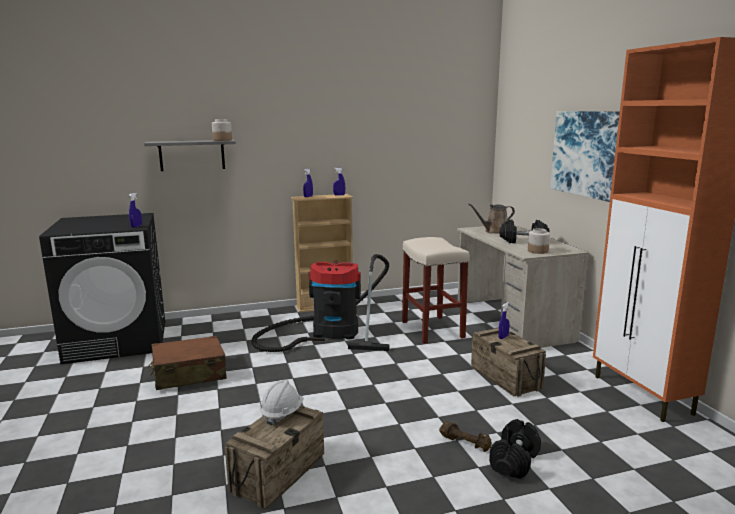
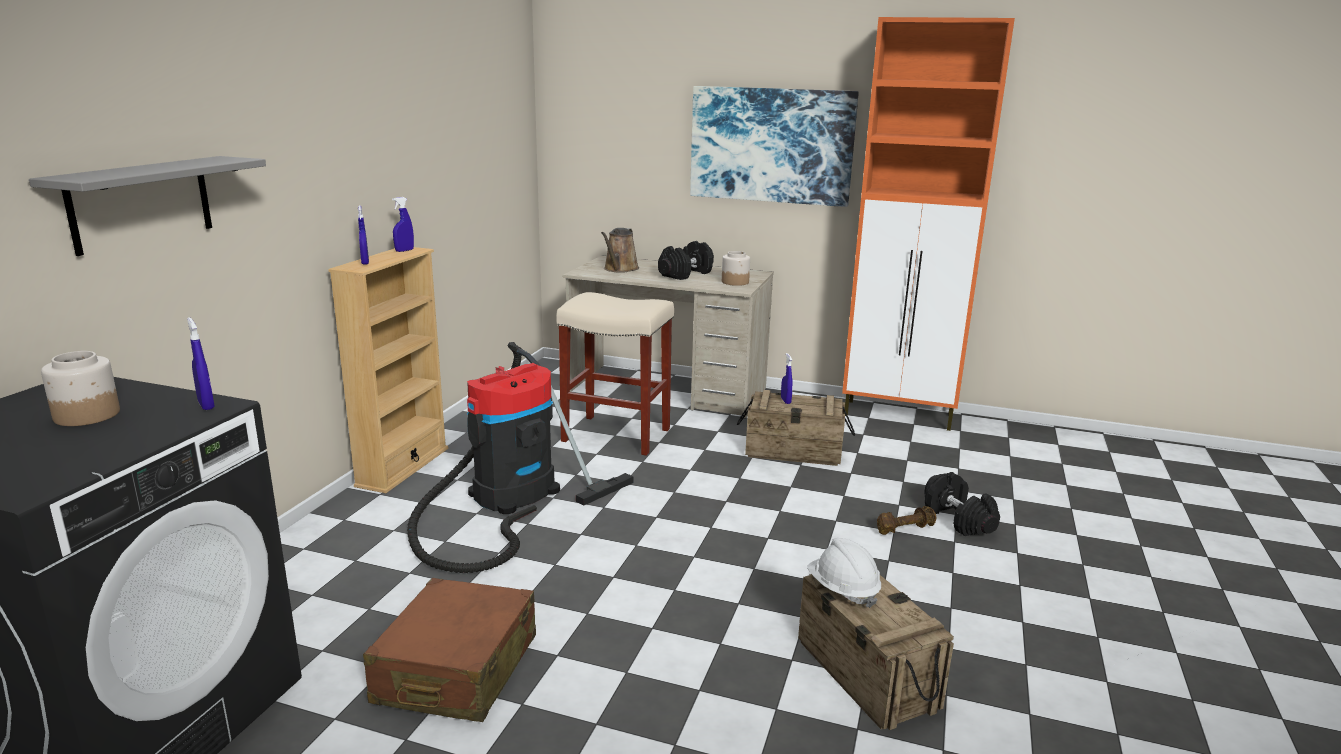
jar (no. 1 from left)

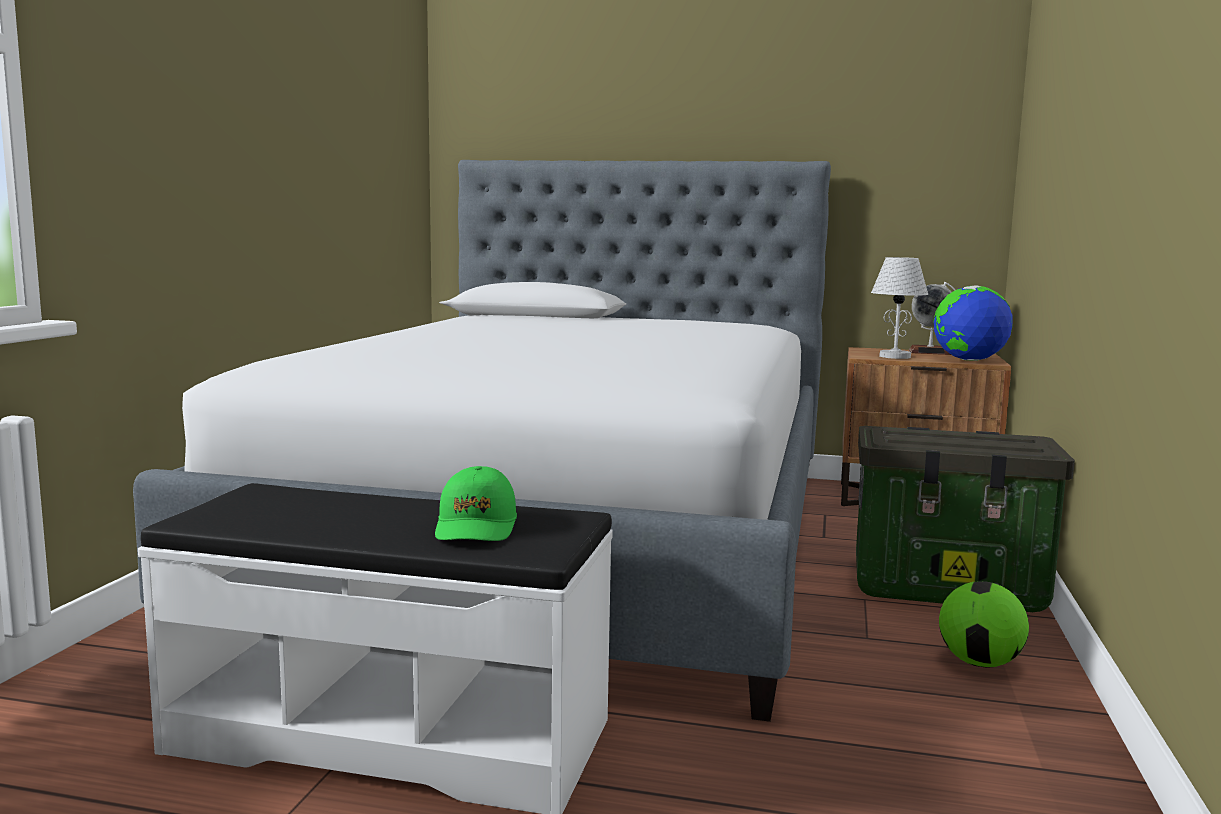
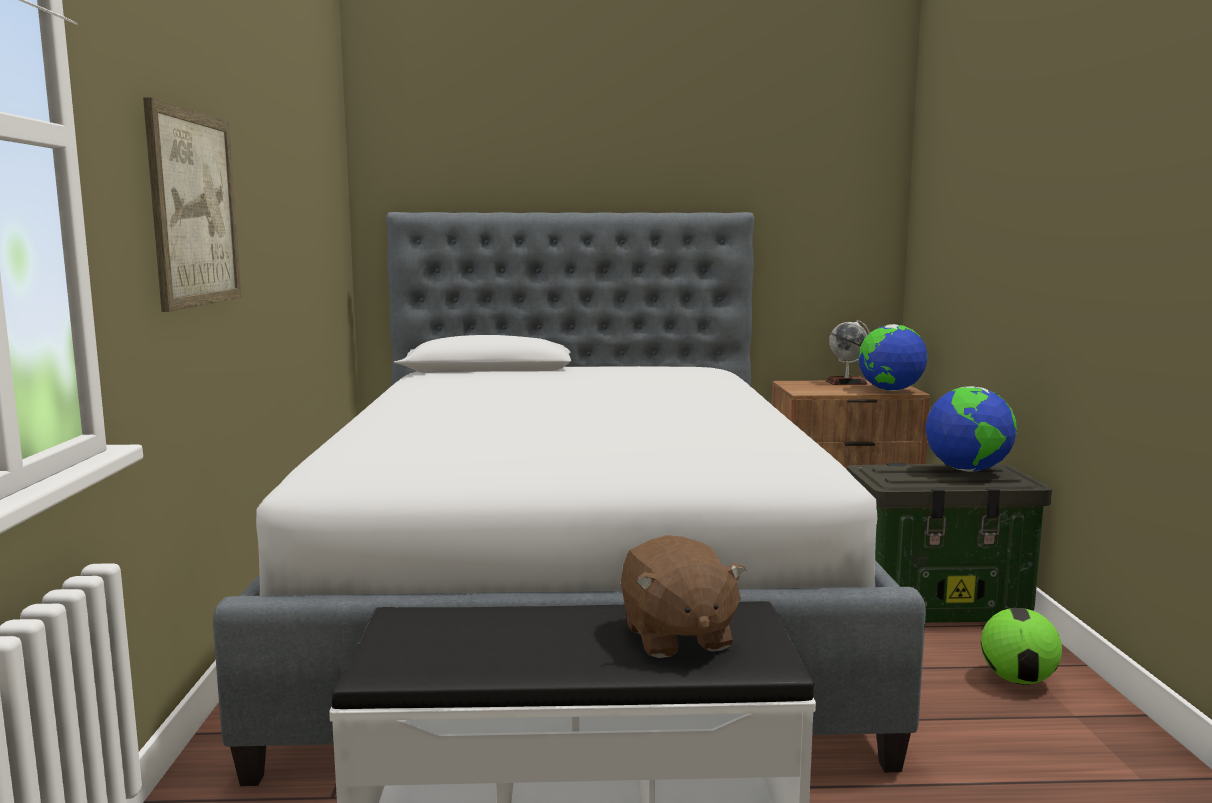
whitish lamp for a table
picture
globe (no. 3 from left)
brownish plush toy

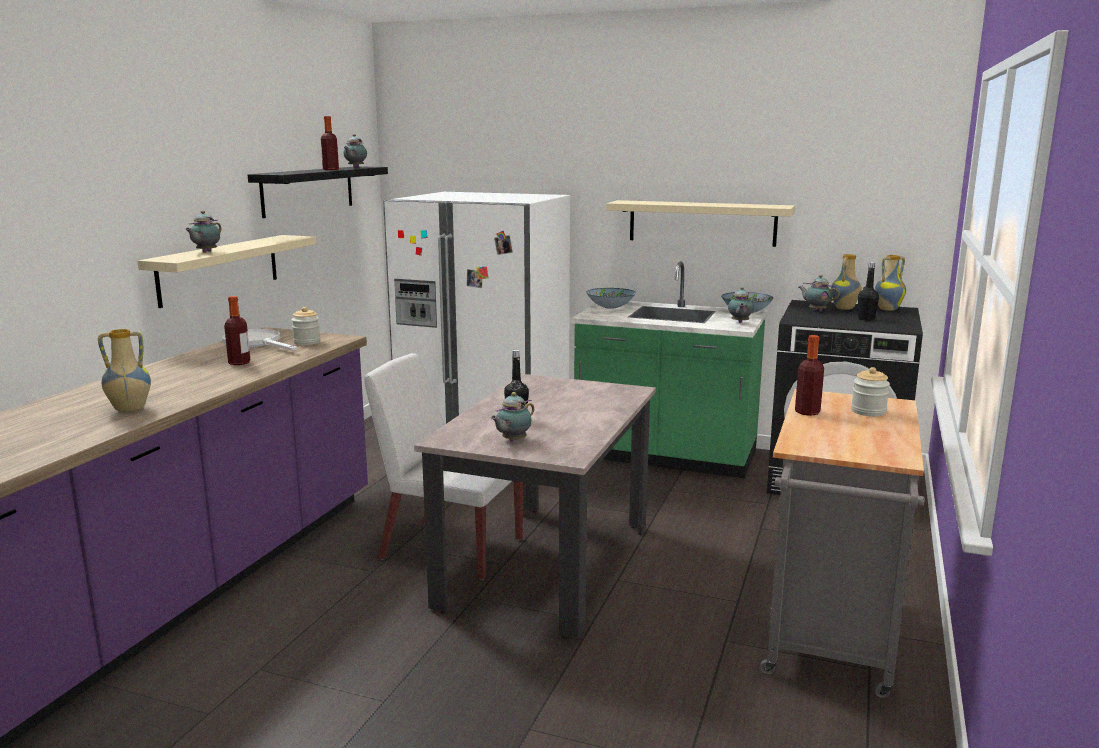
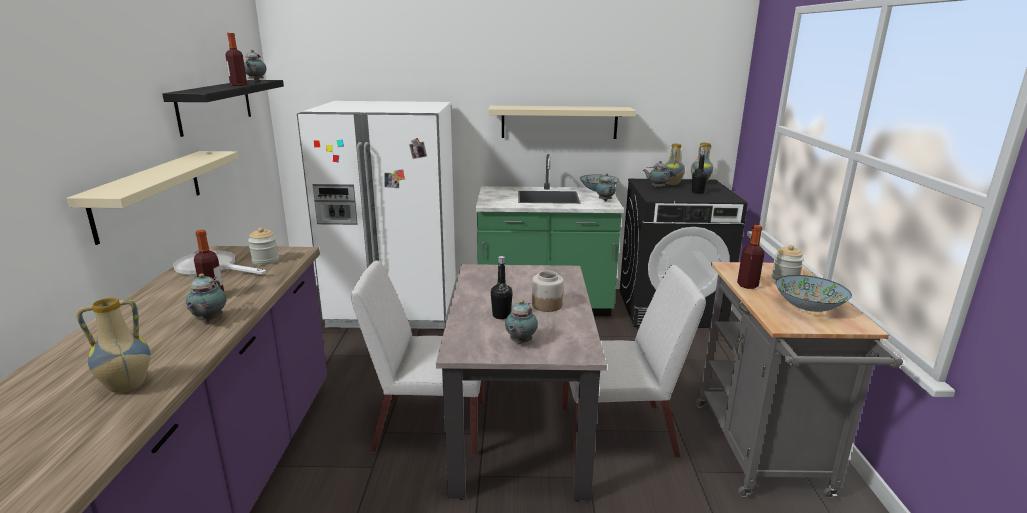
jar (no. 2 from left)
whitish chair (no. 2 from left)
pot for tea (no. 1 from left)
bowl (no. 2 from left)

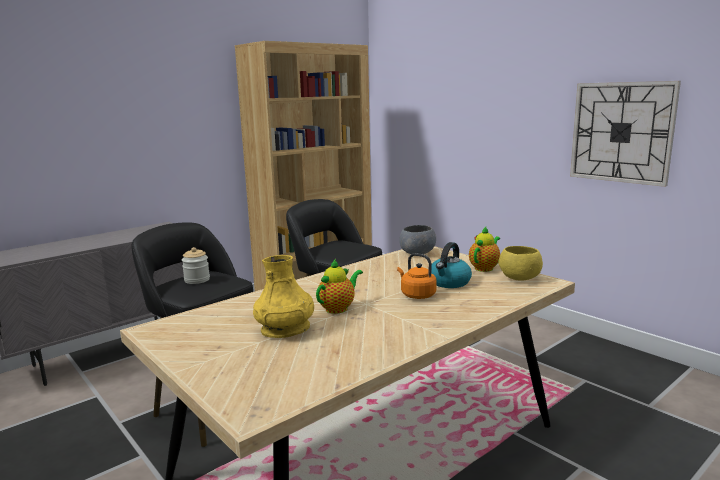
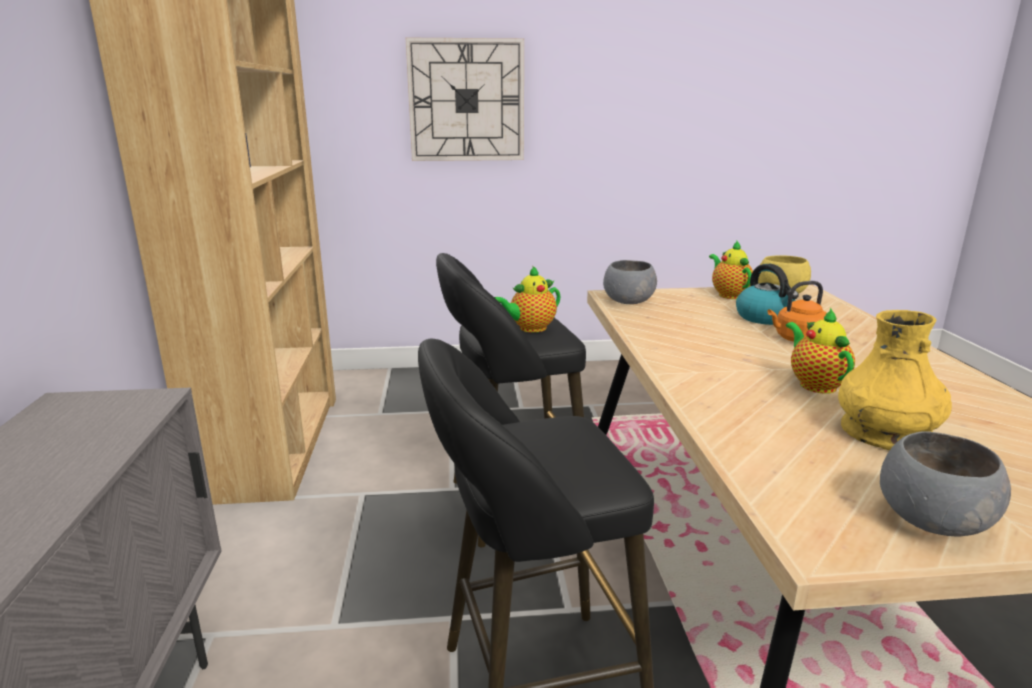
jar
pot for tea (no. 1 from left)
grey bowl (no. 2 from left)
wall clock

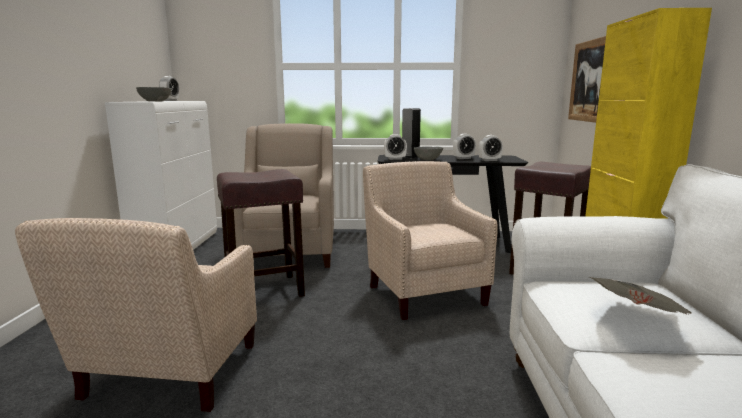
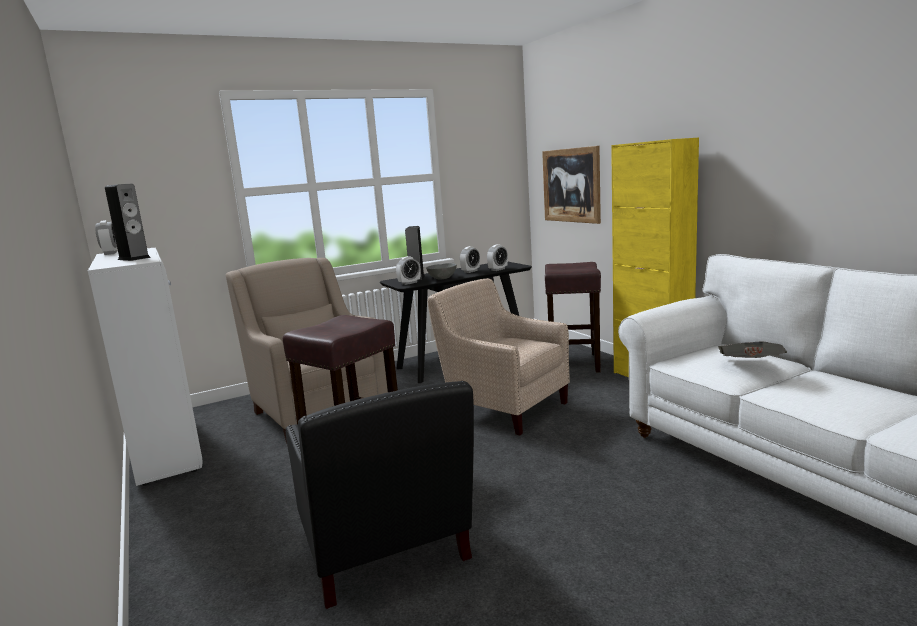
loudspeaker (no. 1 from left)
black-coloured easy chair

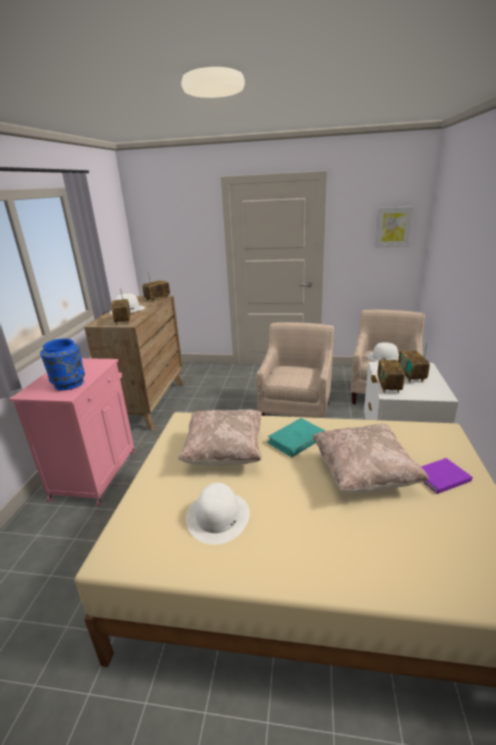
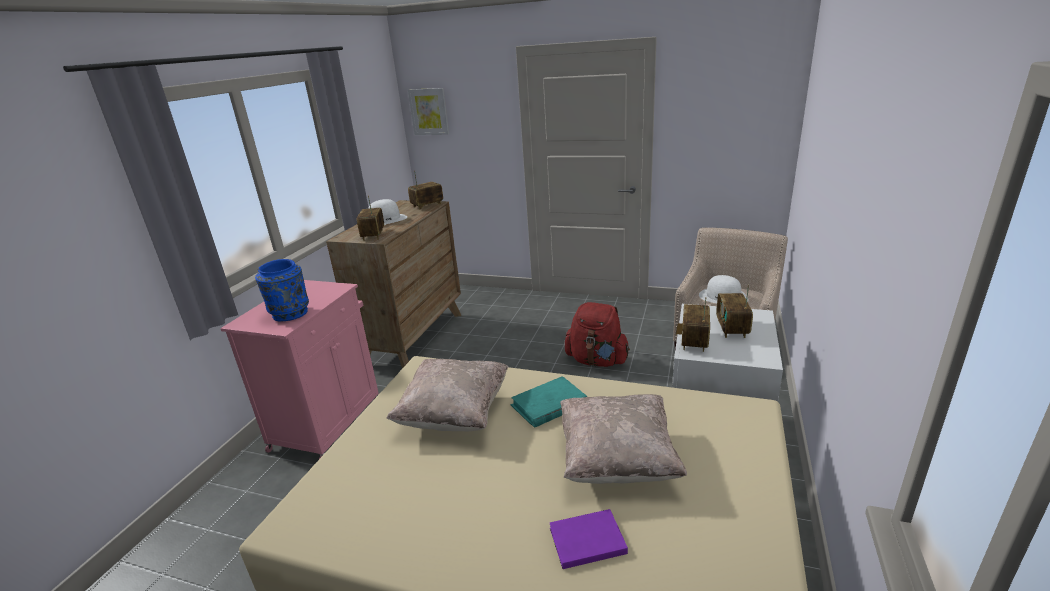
whitish hat (no. 2 from left in the first image)
picture
purple volume
reddish rucksack

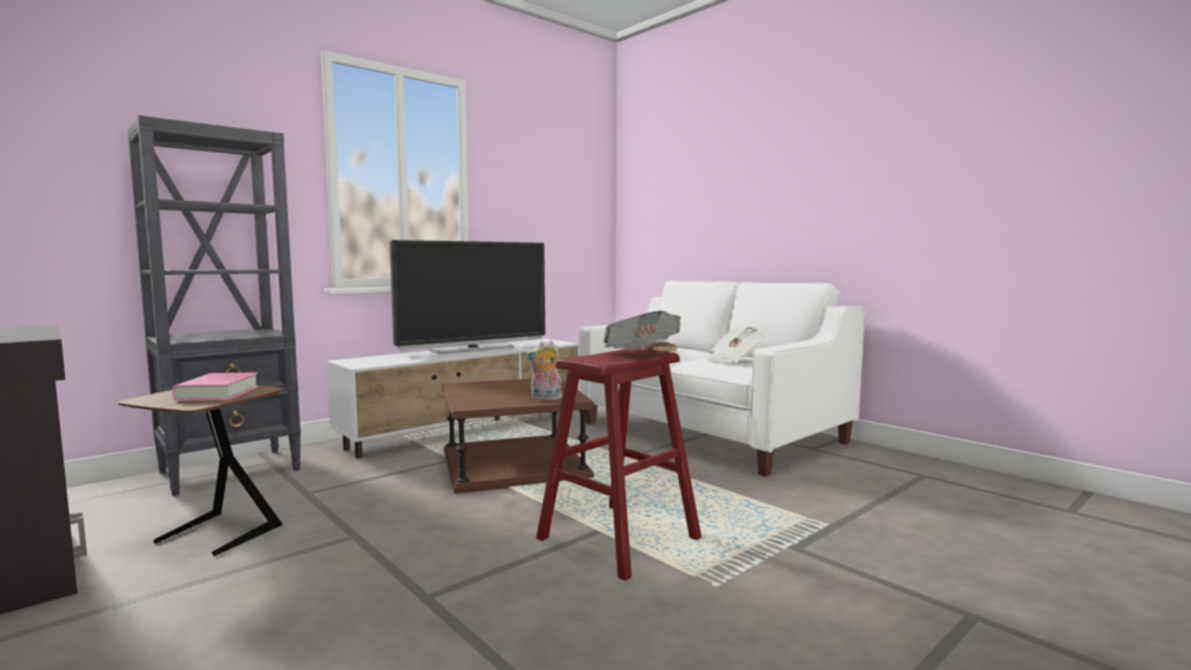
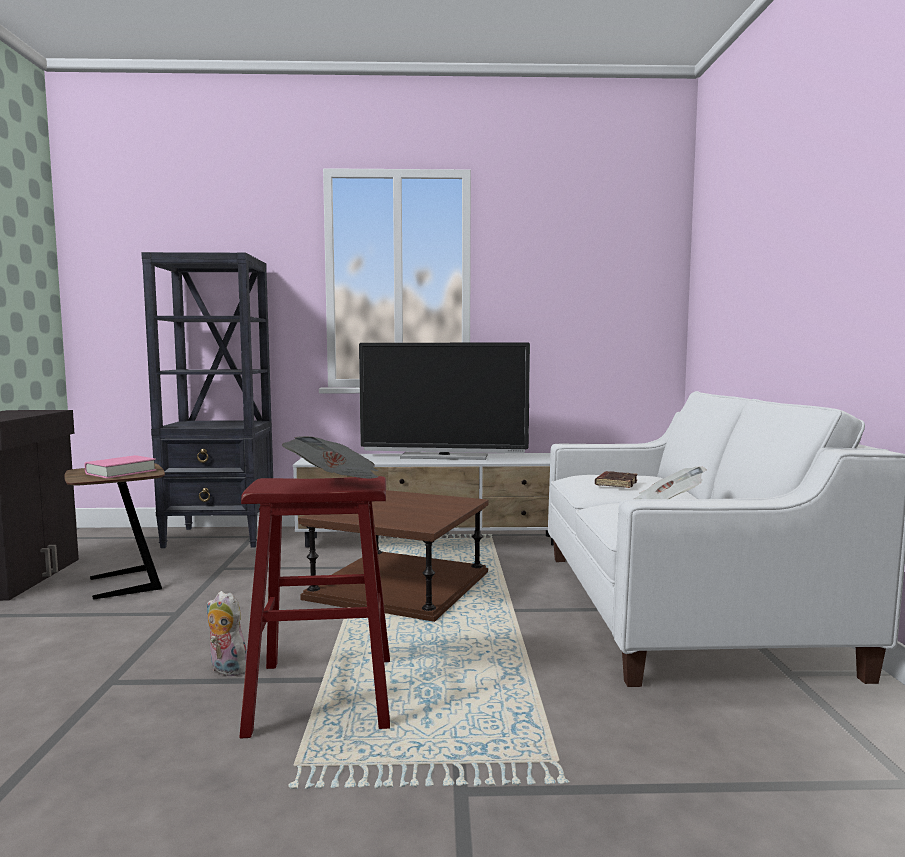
plush toy

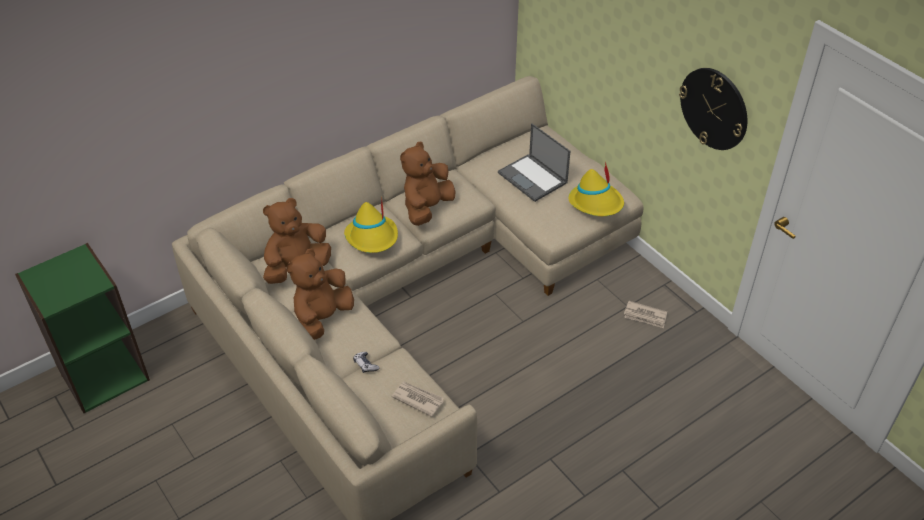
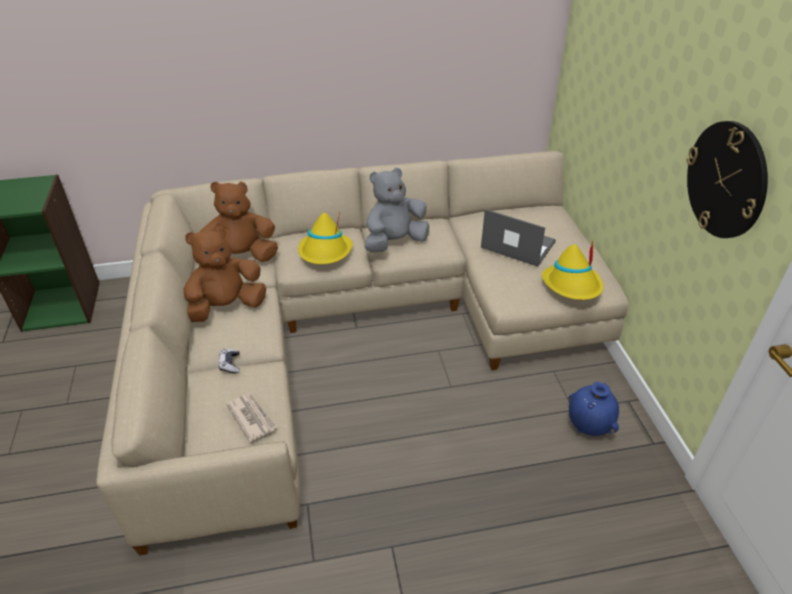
blue vase
grey plush toy
laptop

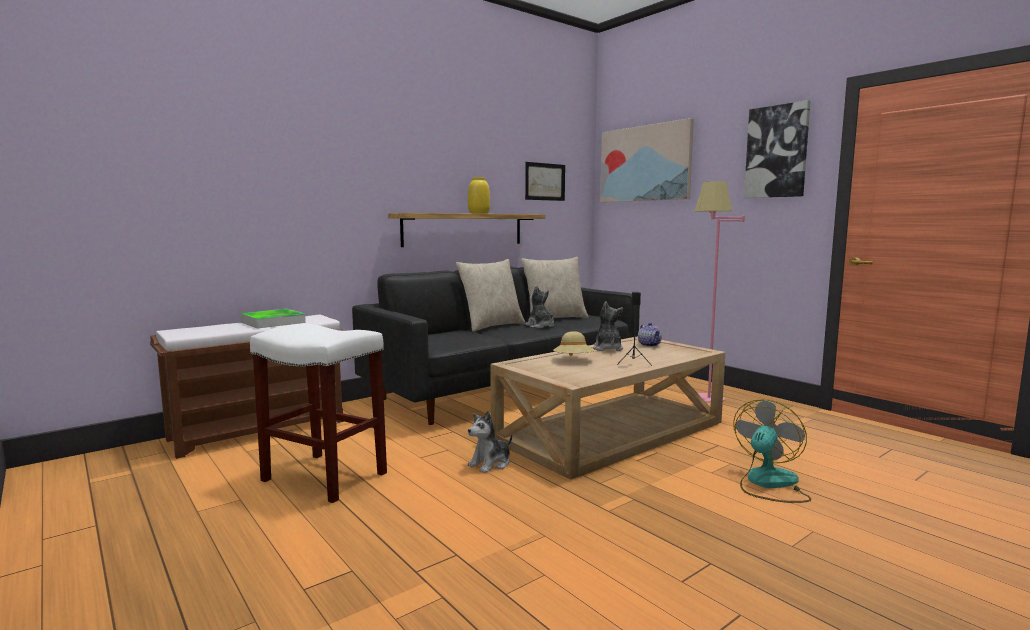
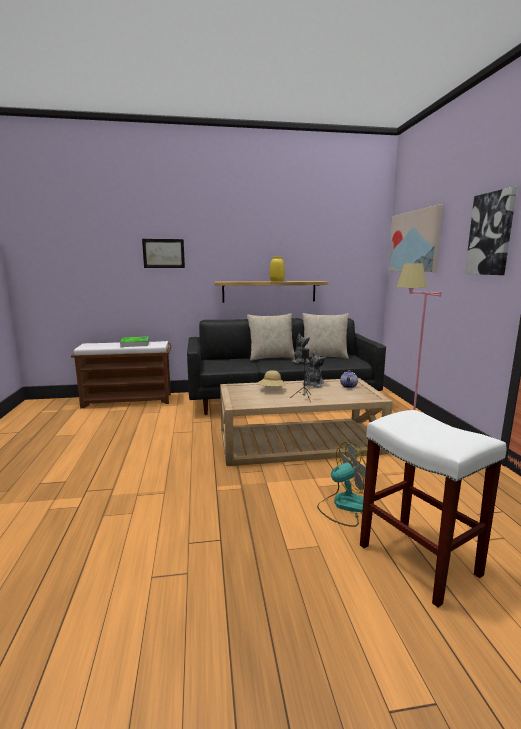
plush toy (no. 1 from left in the first image)
whitish stool seat
picture (no. 1 from left)

